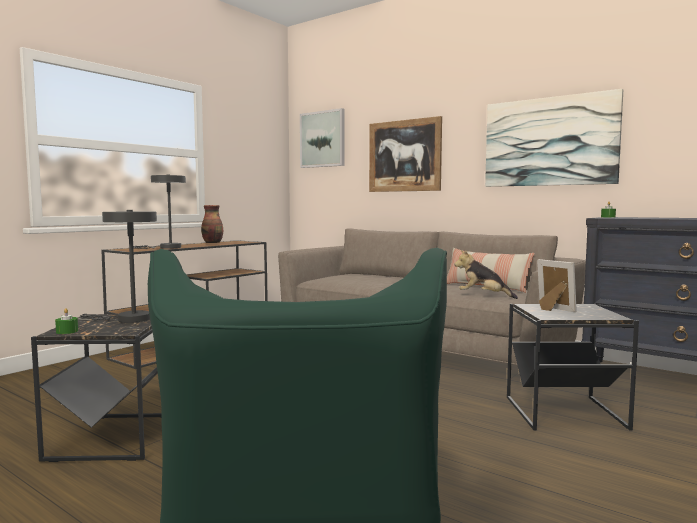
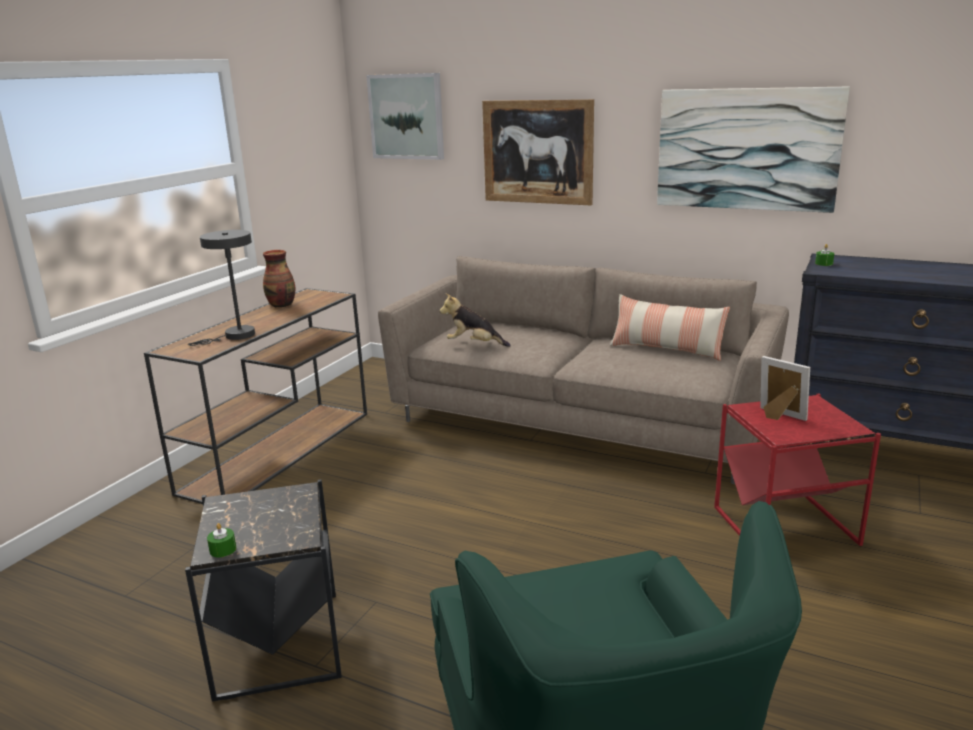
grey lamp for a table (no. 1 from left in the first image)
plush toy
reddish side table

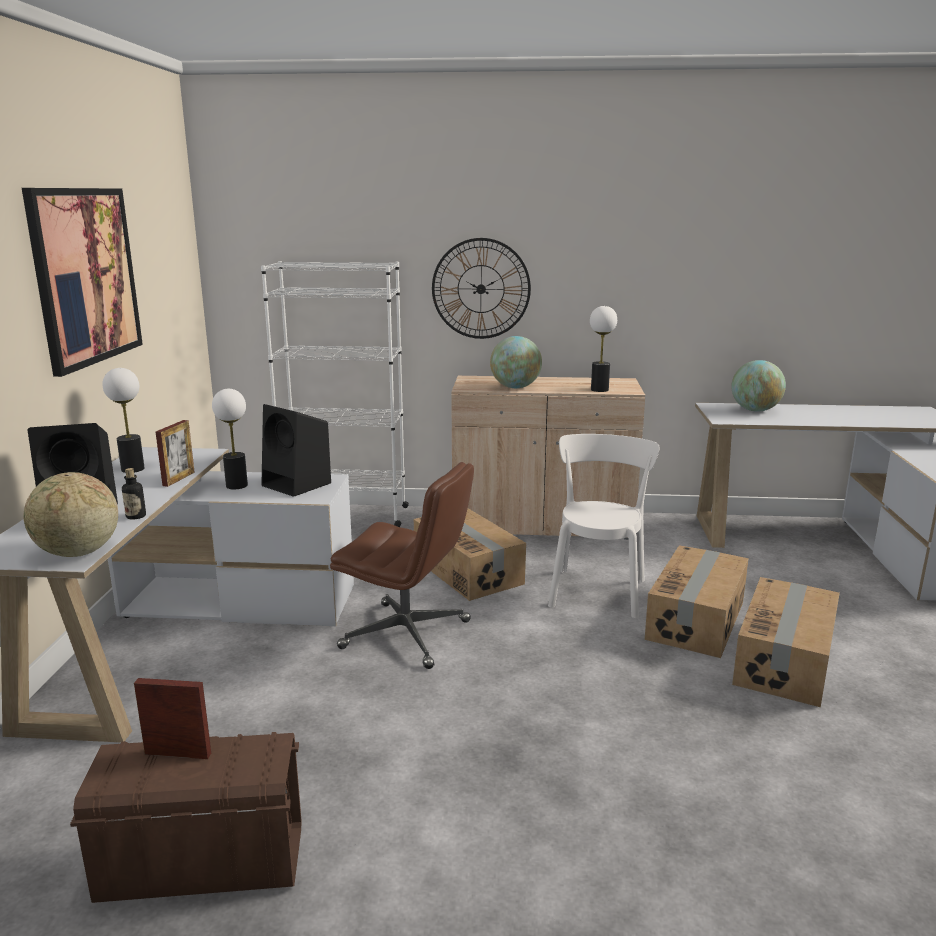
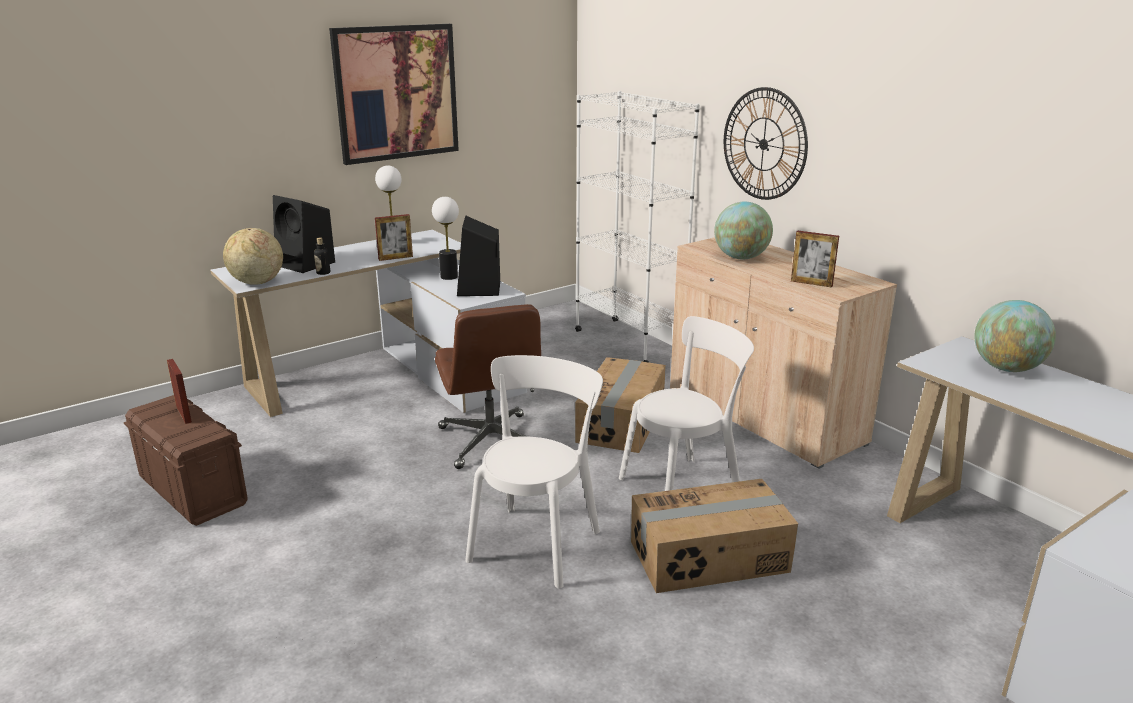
carton (no. 3 from left in the first image)
whitish chair (no. 1 from left)
standing frame (no. 3 from left)

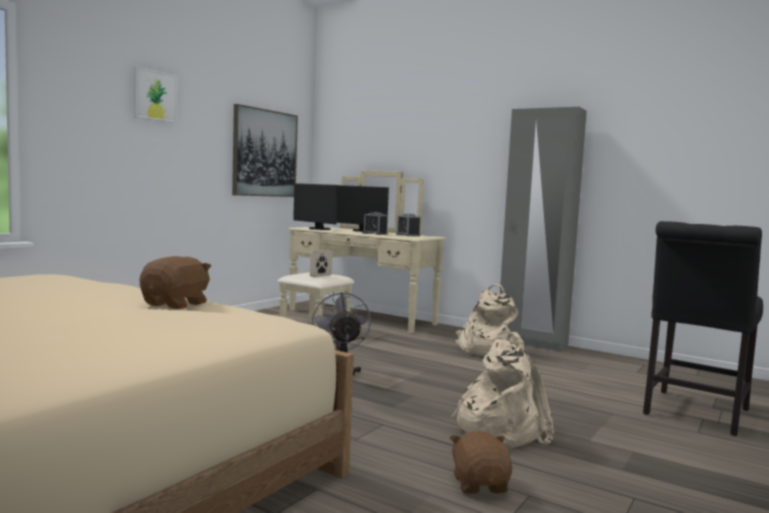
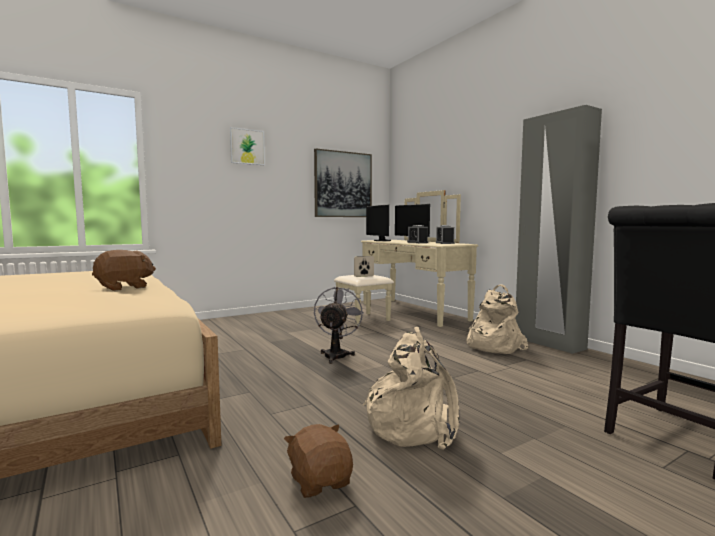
brownish plush toy (no. 2 from left)

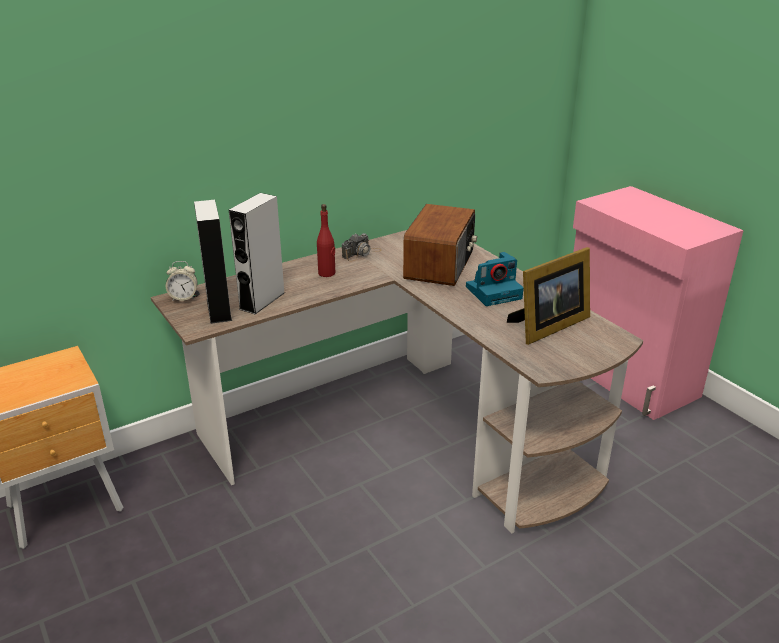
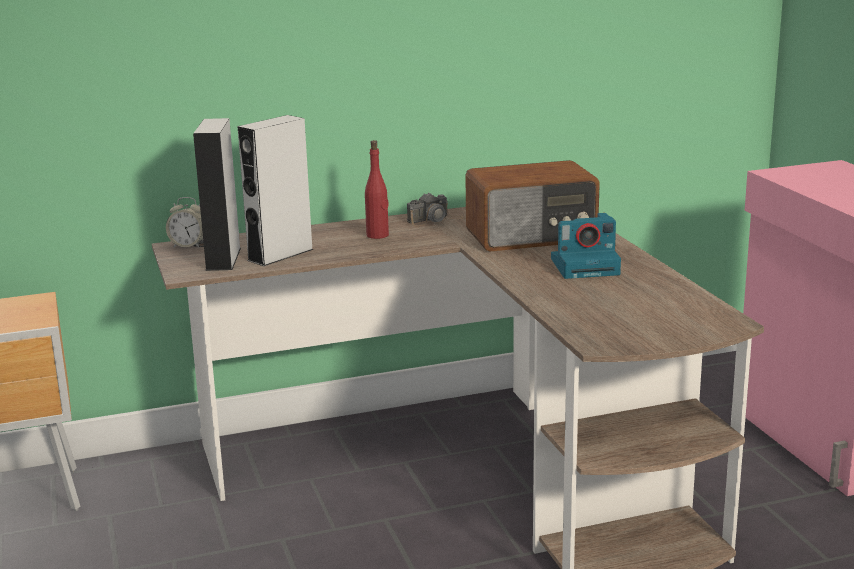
standing frame
radio set

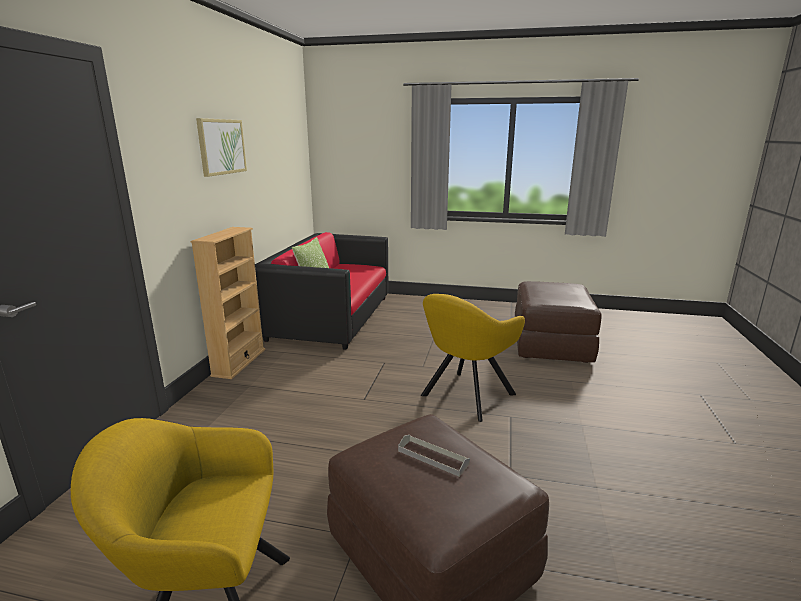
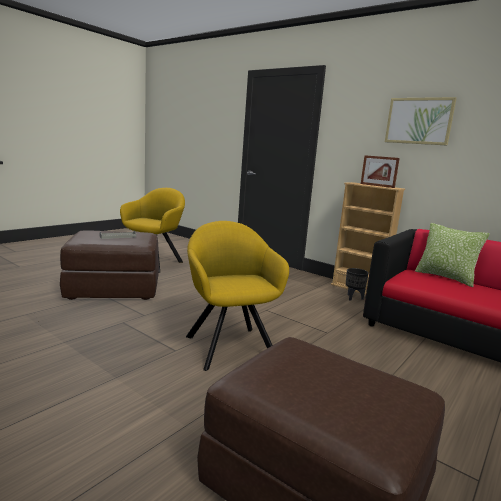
black-coloured planter
standing frame

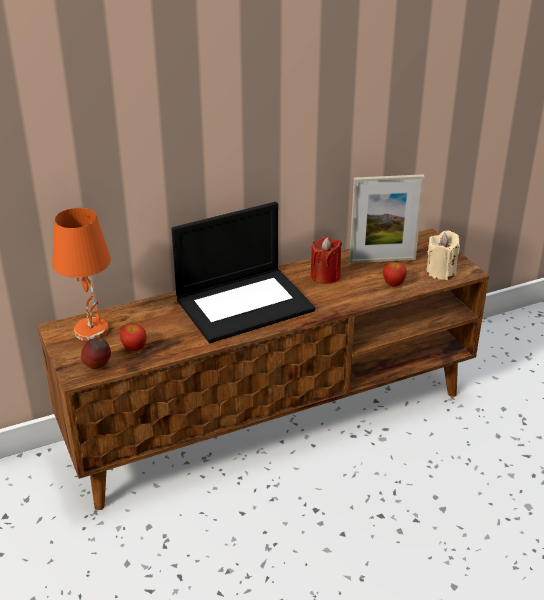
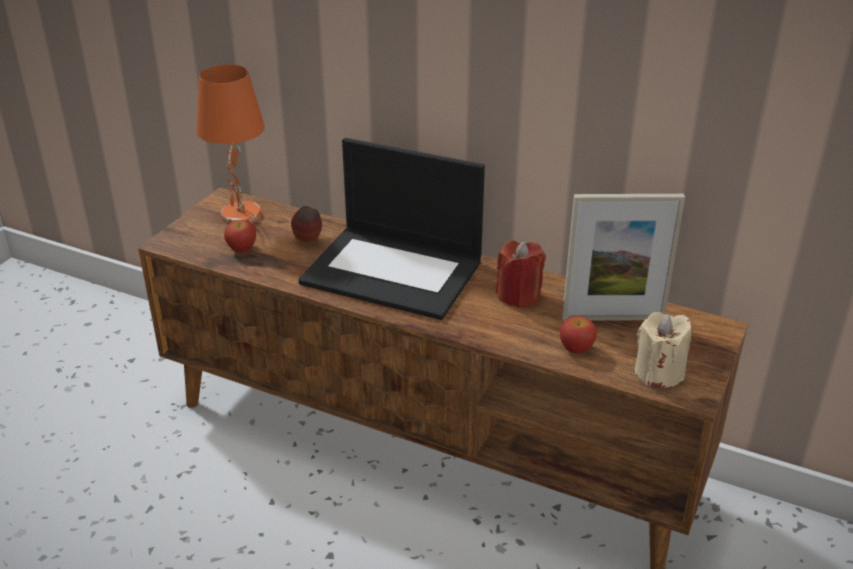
apple (no. 2 from left)
standing frame

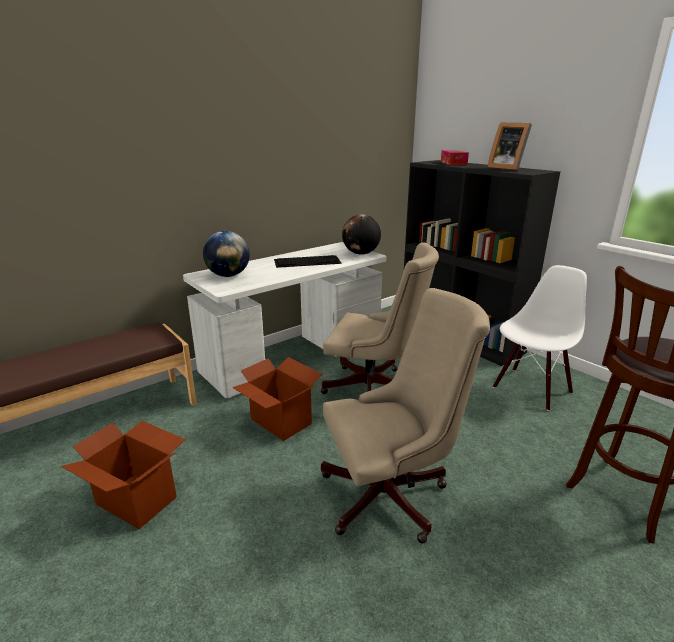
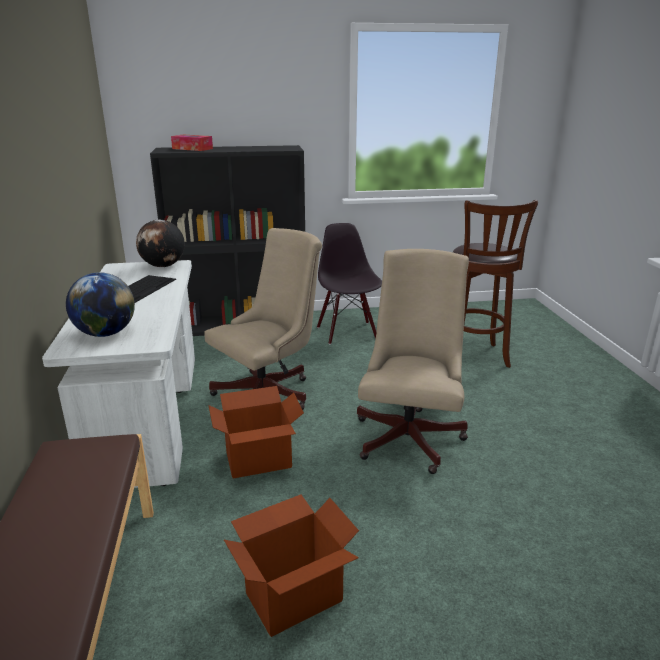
standing frame
black-coloured chair

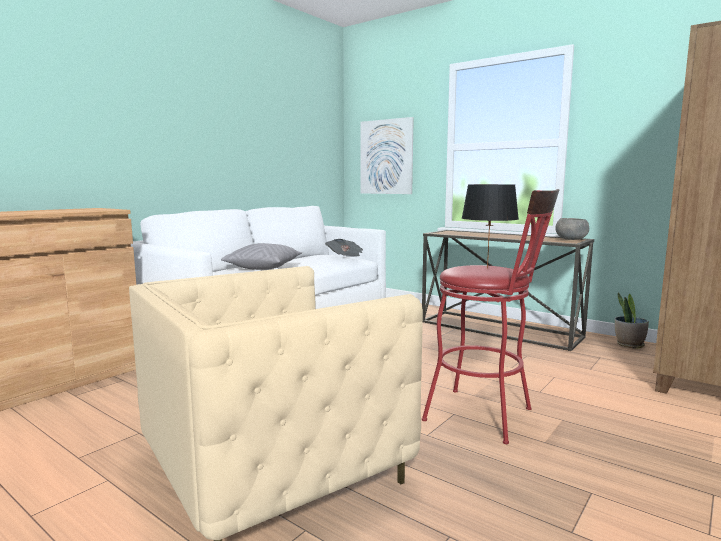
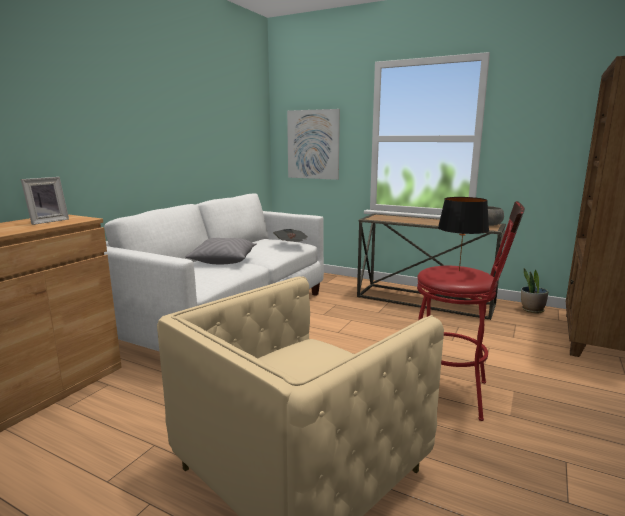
standing frame

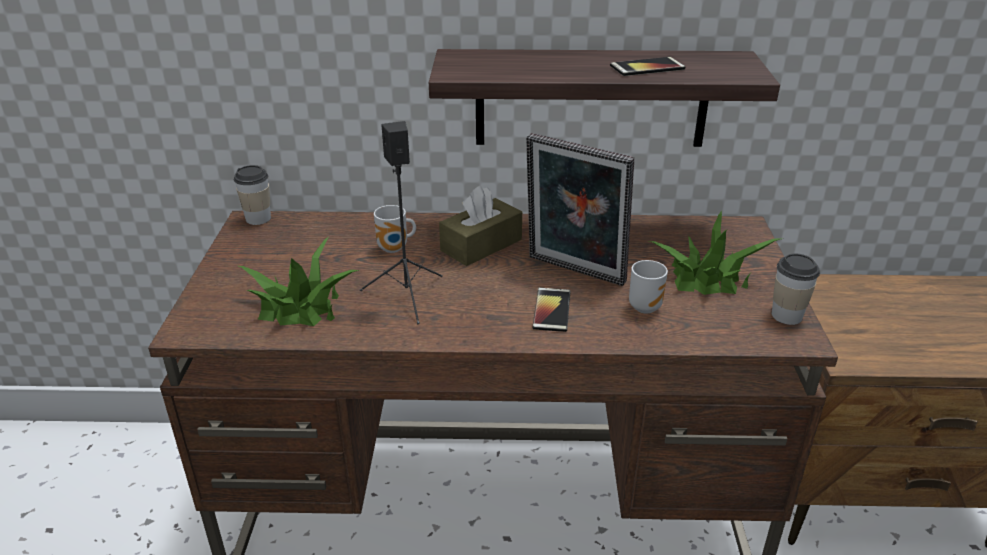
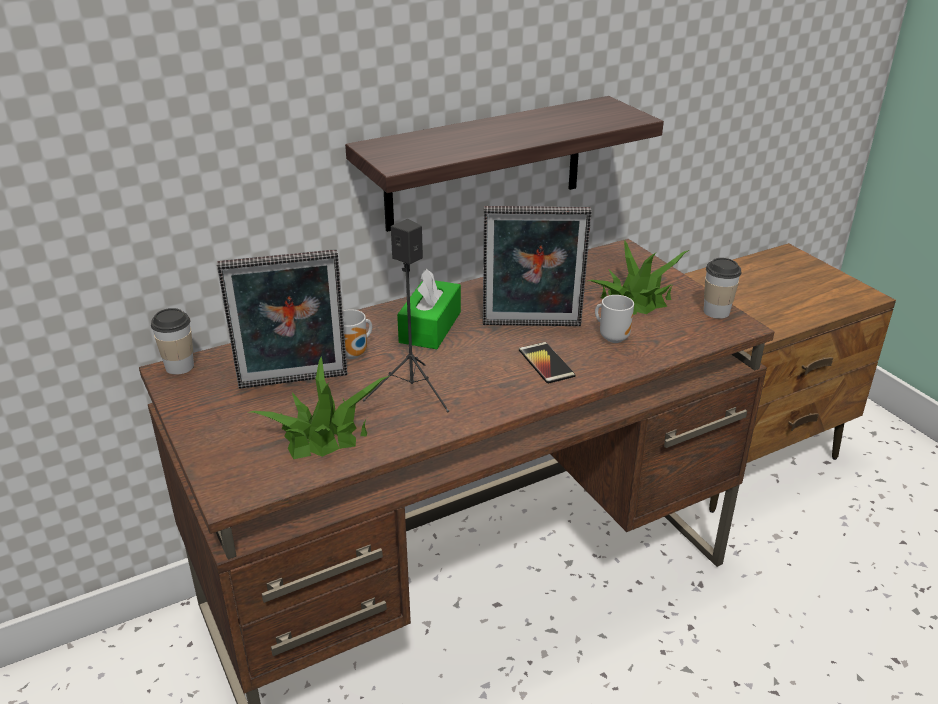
phone (no. 2 from left in the first image)
standing frame (no. 1 from left)
green tissue holder

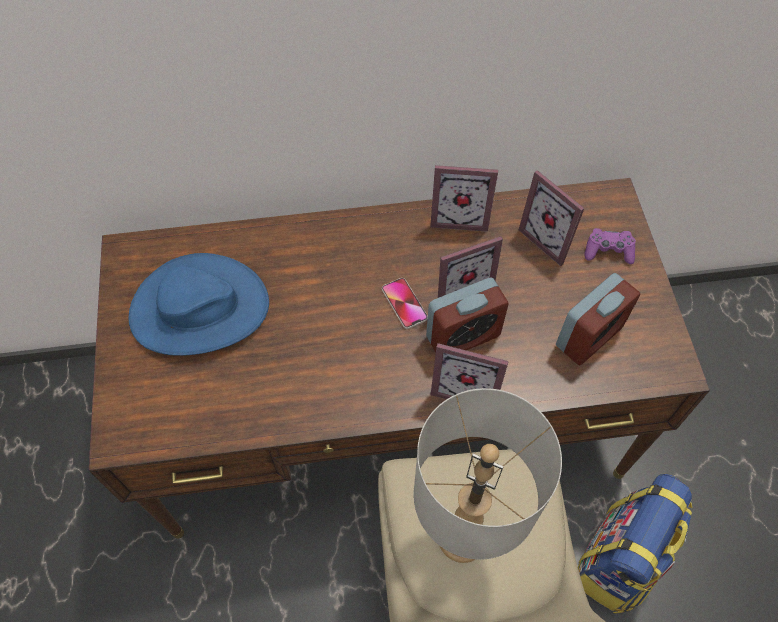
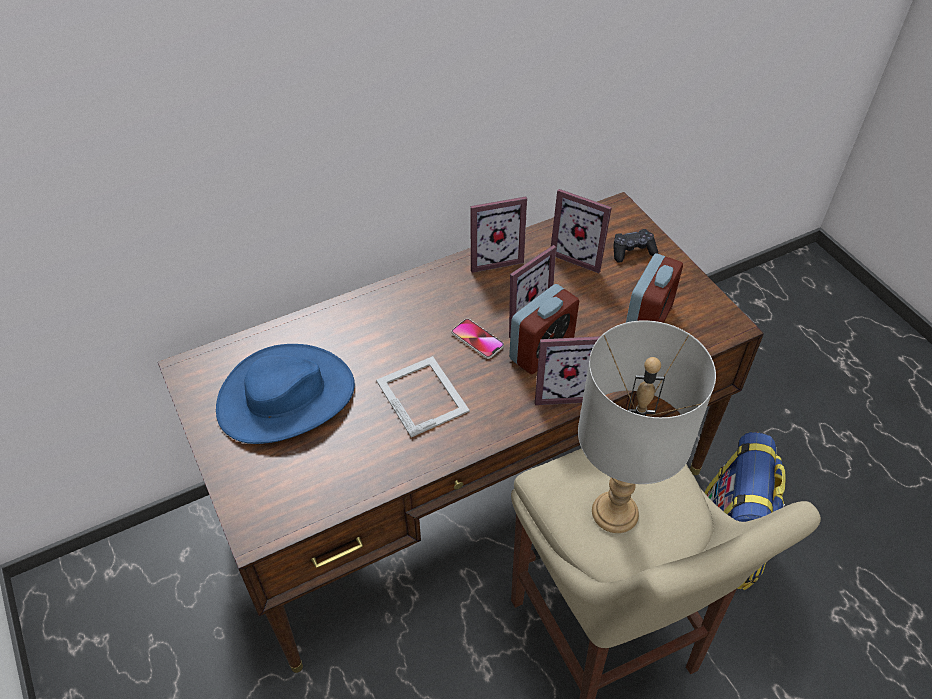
standing frame (no. 1 from left)
black-coloured gamepad

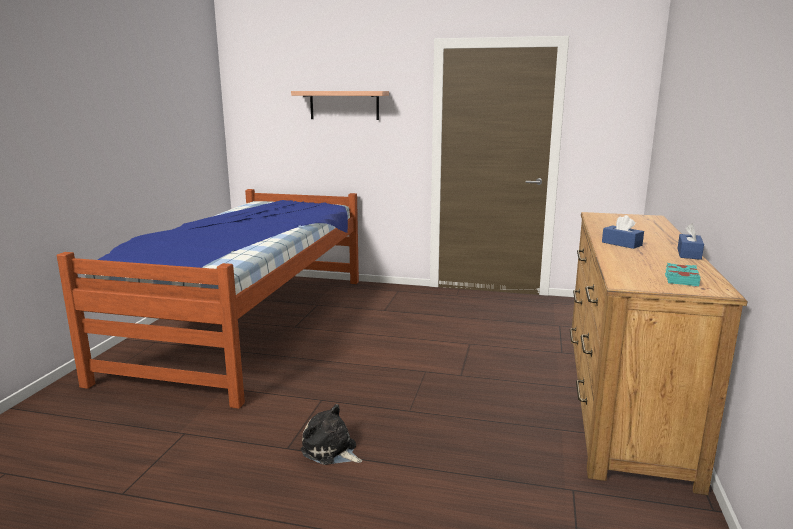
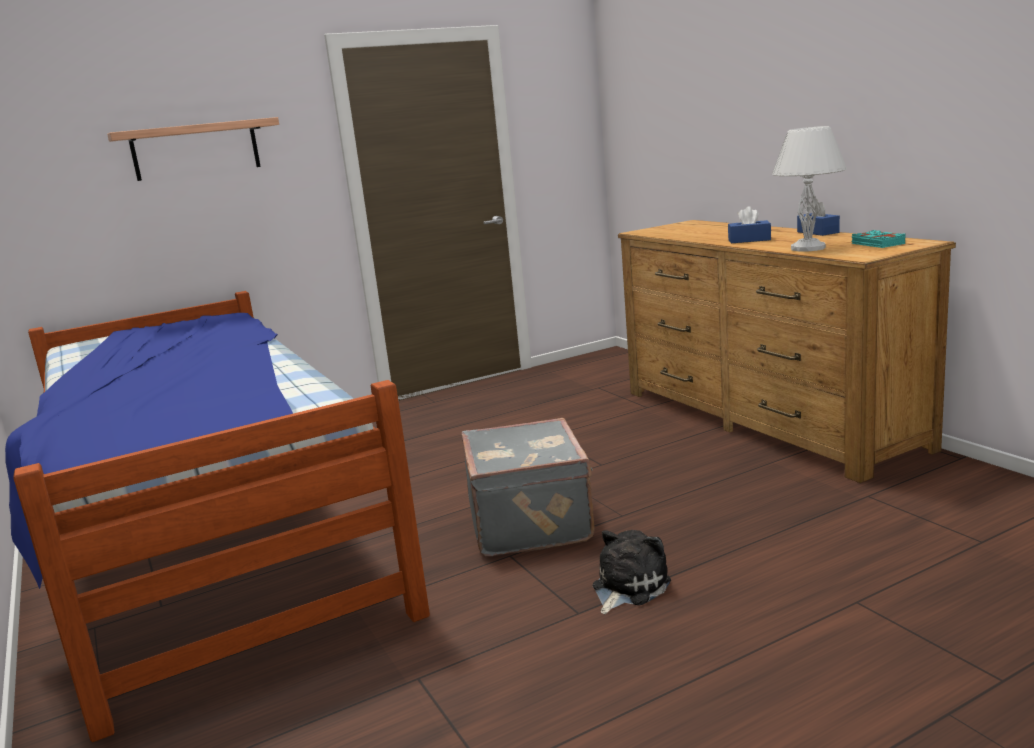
grey suitcase
whitish lamp for a table
plush toy

